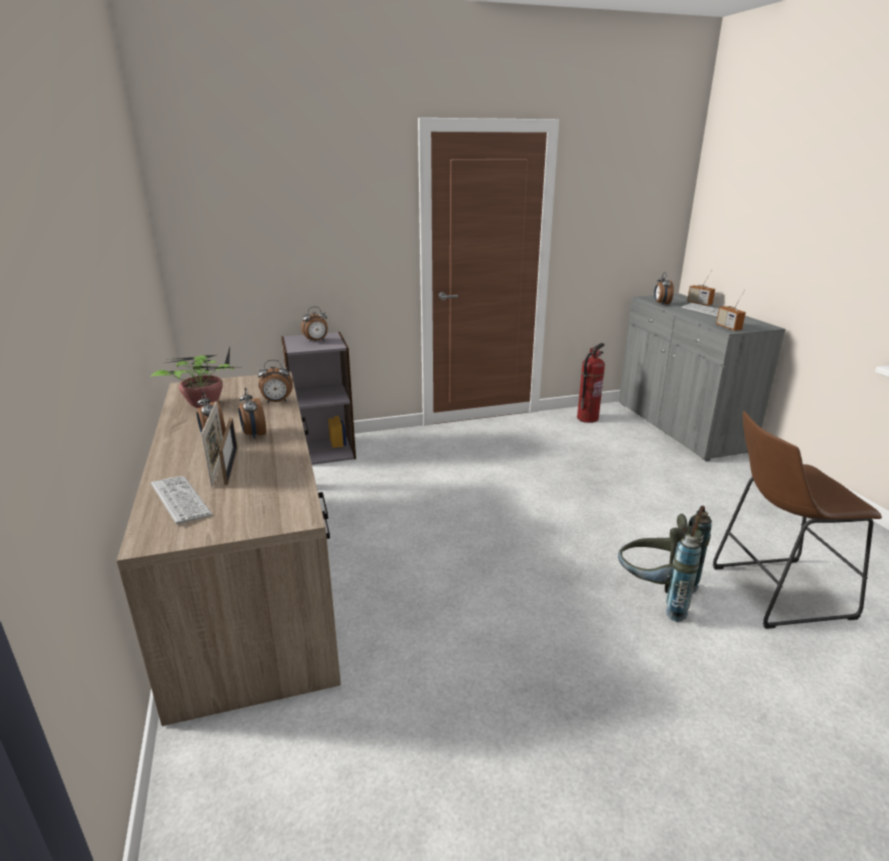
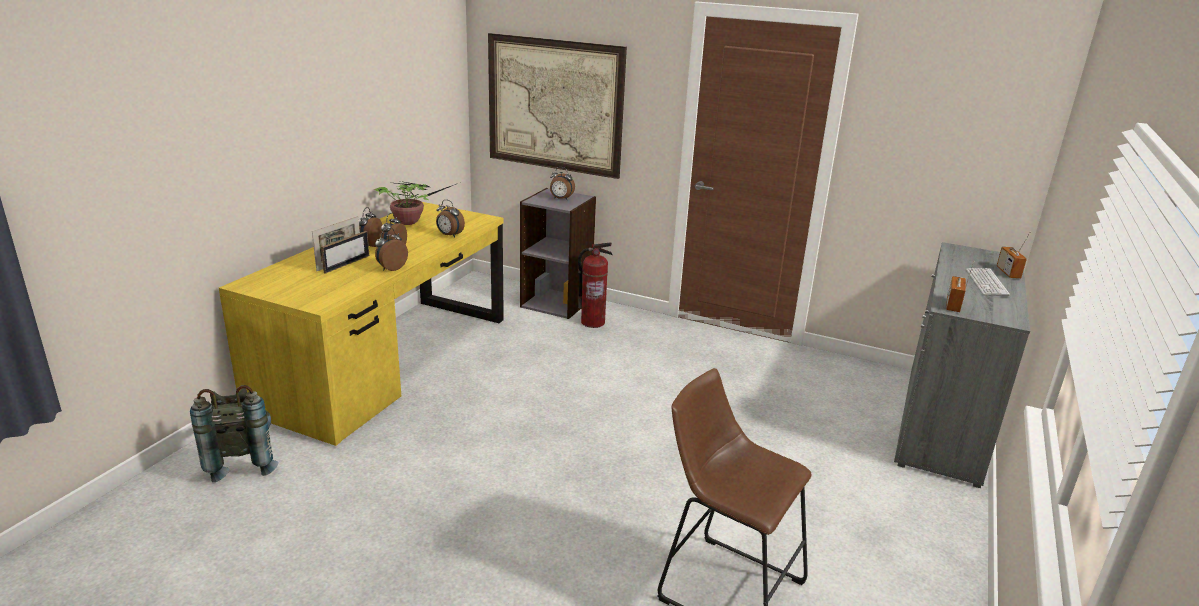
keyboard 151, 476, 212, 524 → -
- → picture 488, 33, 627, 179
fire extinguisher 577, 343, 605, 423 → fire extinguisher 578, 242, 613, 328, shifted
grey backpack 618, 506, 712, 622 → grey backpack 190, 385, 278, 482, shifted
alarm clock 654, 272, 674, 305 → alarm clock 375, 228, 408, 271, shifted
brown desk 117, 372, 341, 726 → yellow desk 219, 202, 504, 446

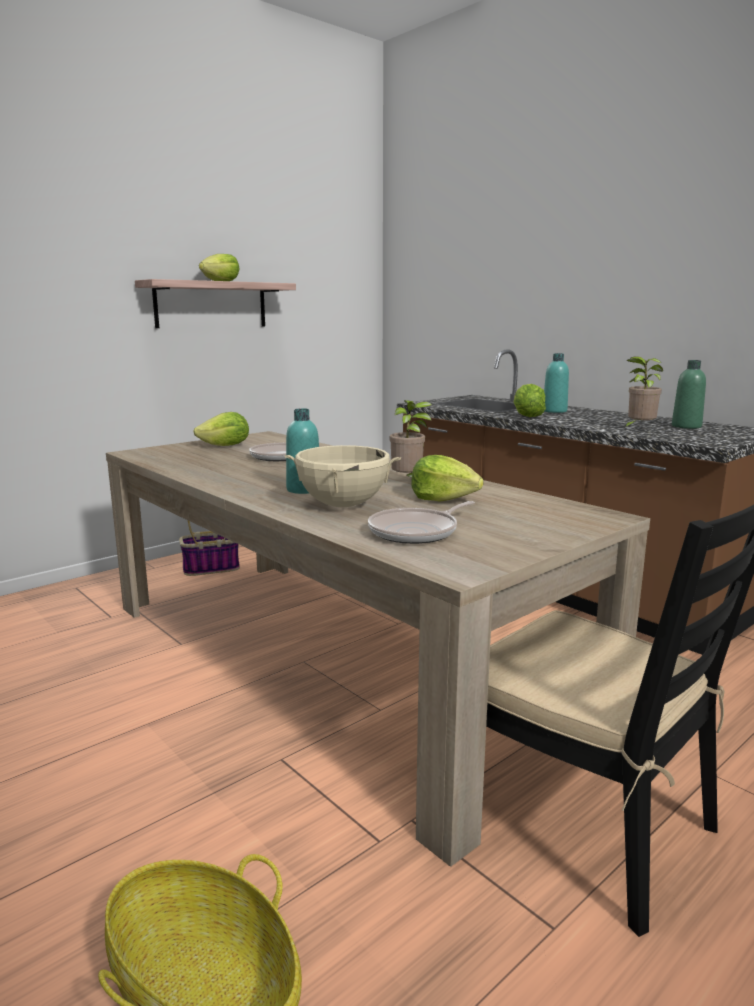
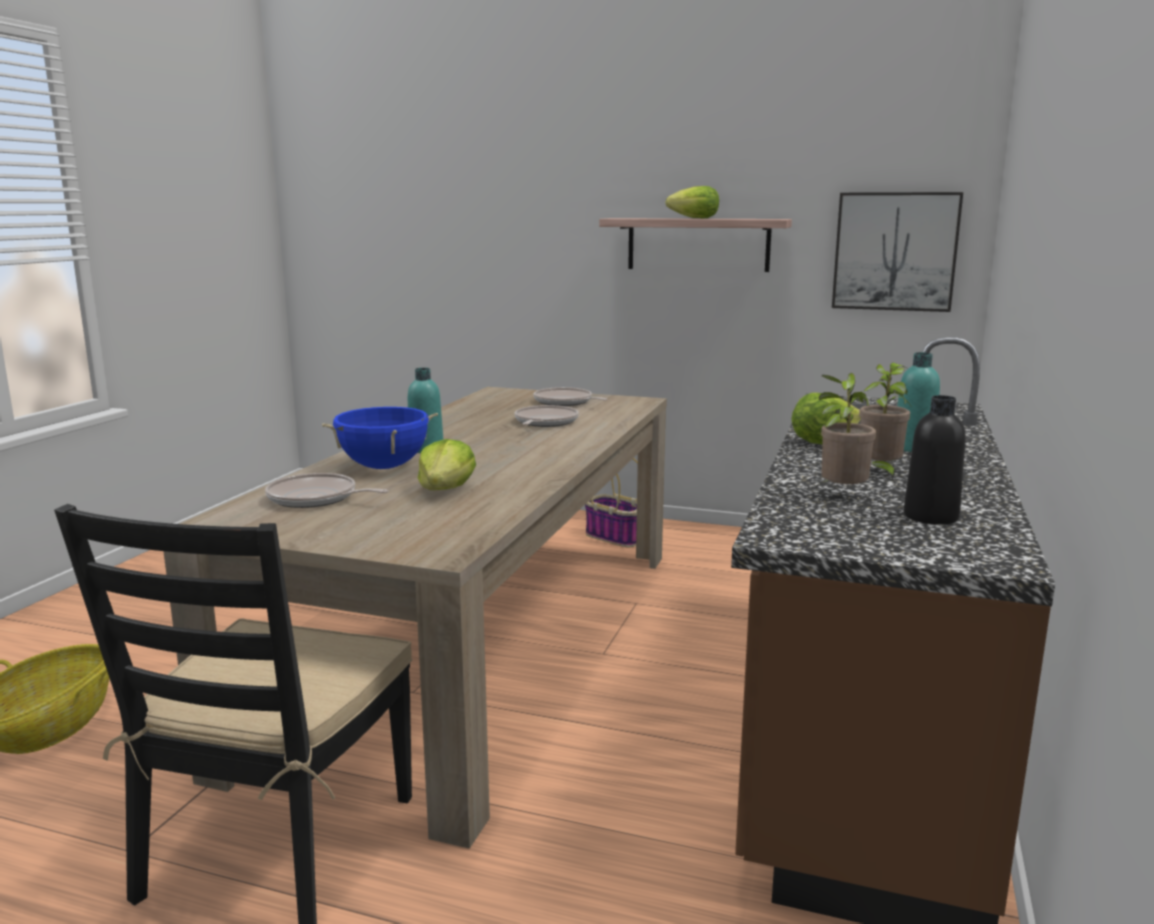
- → picture 832, 192, 963, 312
potted plant 390, 400, 432, 477 → potted plant 859, 363, 912, 480, shifted
lettuce 193, 412, 249, 446 → frying pan 534, 387, 608, 406
beige cooking pot 285, 445, 401, 507 → blue cooking pot 322, 407, 438, 469
green bottle 672, 360, 706, 429 → black bottle 904, 395, 966, 525

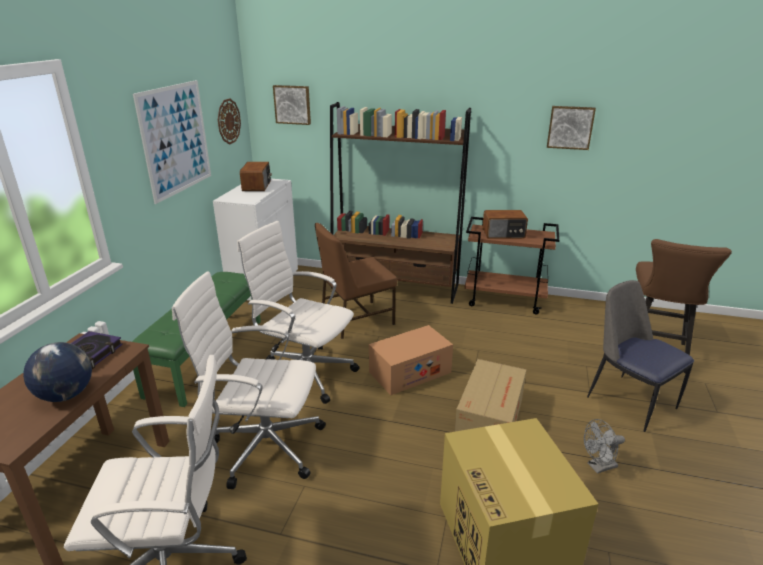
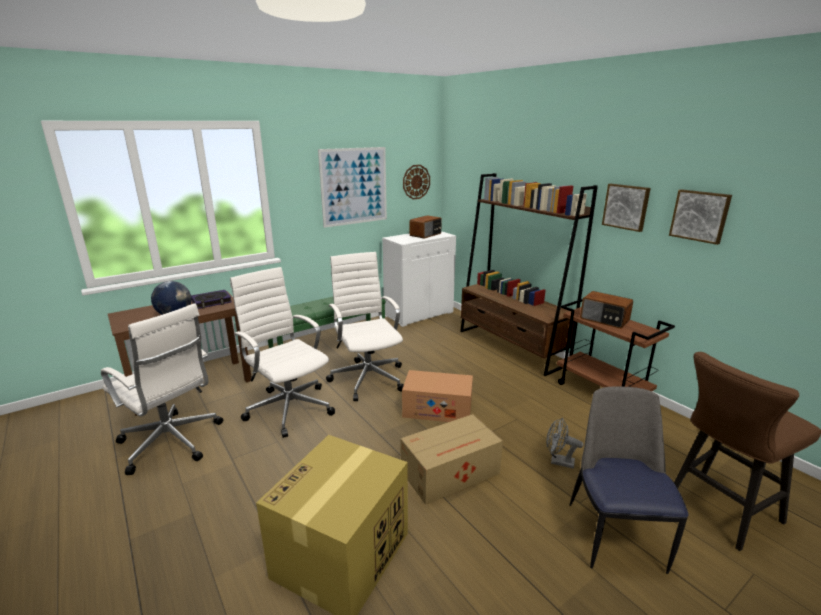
brown chair 315, 223, 397, 339 → -
picture 273, 85, 311, 125 → picture 602, 184, 651, 232, shifted
grey fan 584, 419, 625, 474 → grey fan 546, 418, 583, 469, shifted

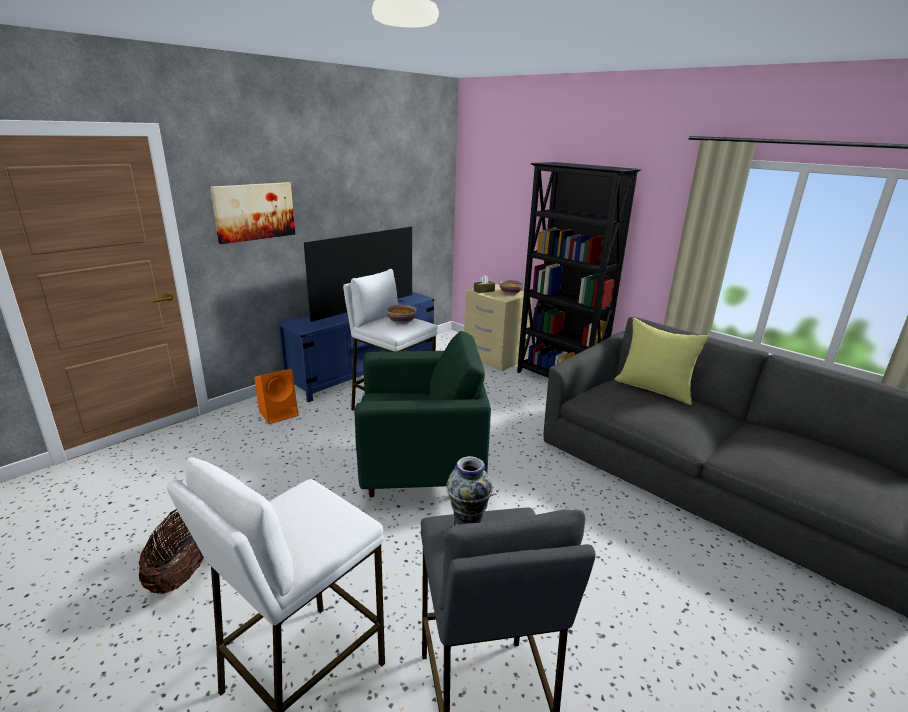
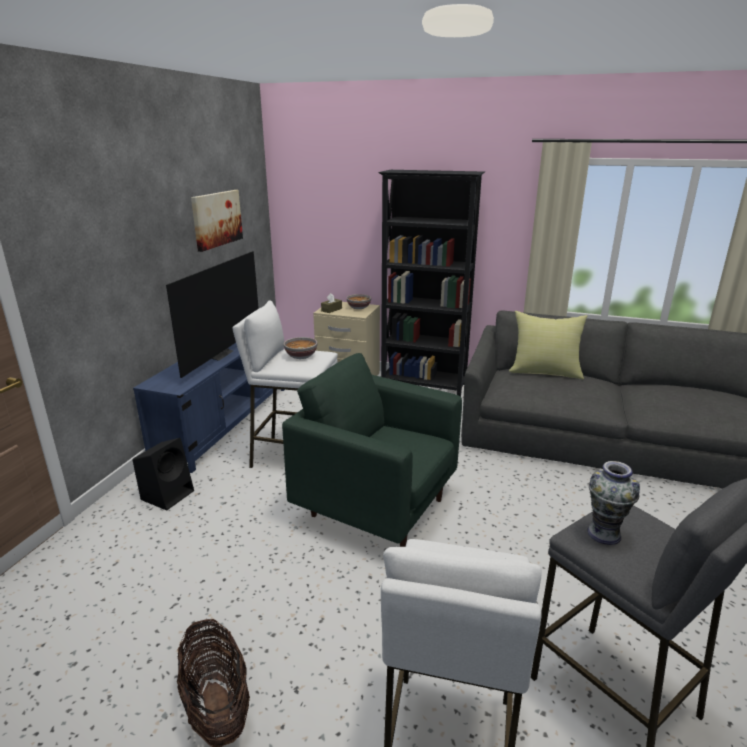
picture 210, 182, 295, 244 → picture 191, 190, 243, 252, shifted
orange speaker 255, 369, 299, 424 → black speaker 133, 438, 194, 511
green armchair 355, 331, 491, 498 → green armchair 282, 353, 462, 547, 120 degrees counterclockwise

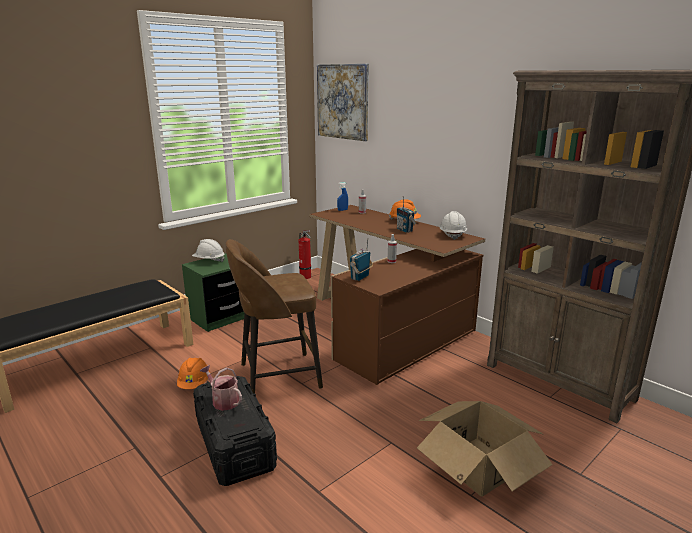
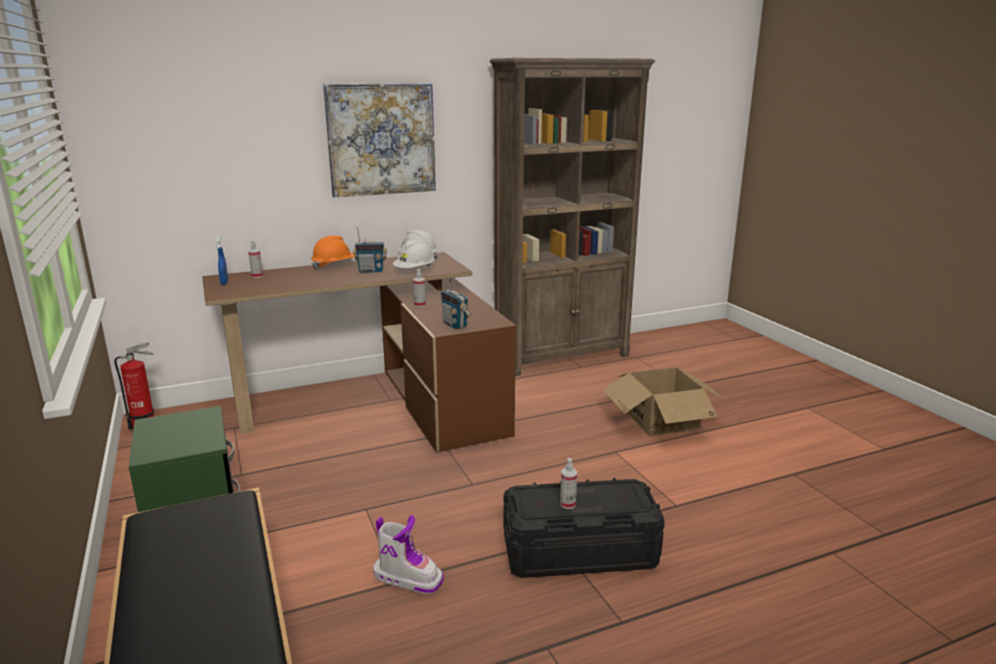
brown stool 226, 239, 323, 394 → -
white hard hat 192, 239, 225, 262 → white hard hat 393, 240, 435, 268, shifted
picture 317, 64, 369, 141 → picture 323, 83, 436, 197, shifted
orange hard hat 177, 358, 210, 389 → boot 373, 515, 444, 594
watering can 200, 365, 242, 411 → spray bottle 560, 458, 577, 509

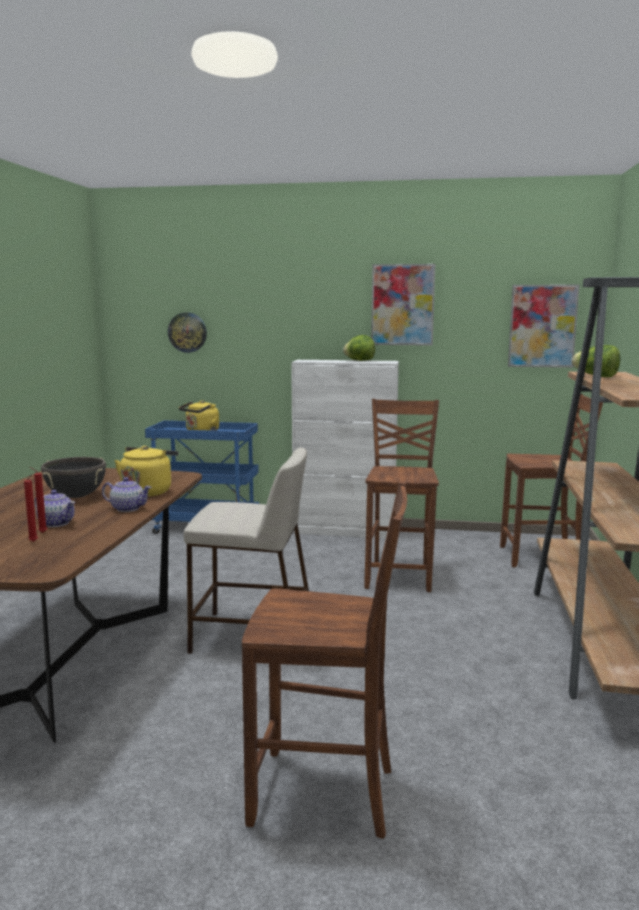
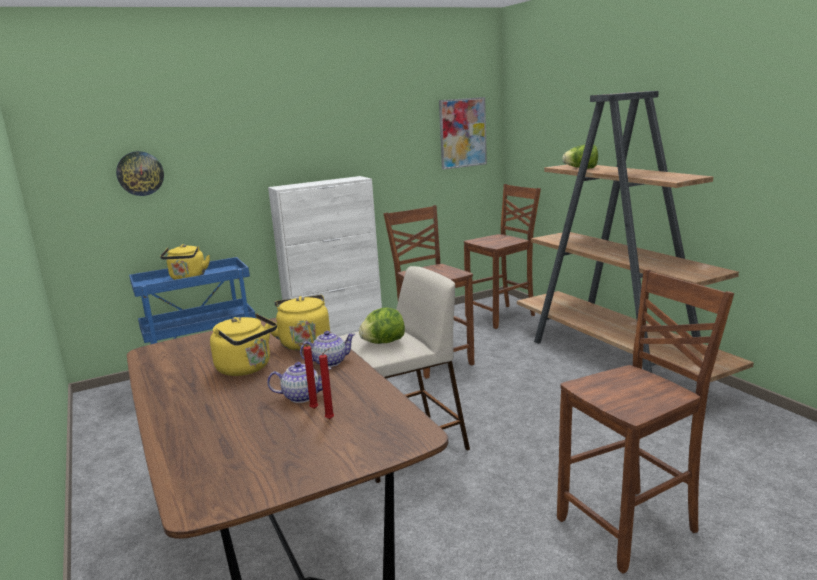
picture 371, 264, 435, 346 → -
lettuce 343, 335, 375, 361 → lettuce 359, 307, 405, 344, shifted
black cooking pot 41, 457, 106, 498 → yellow kettle 210, 313, 277, 376

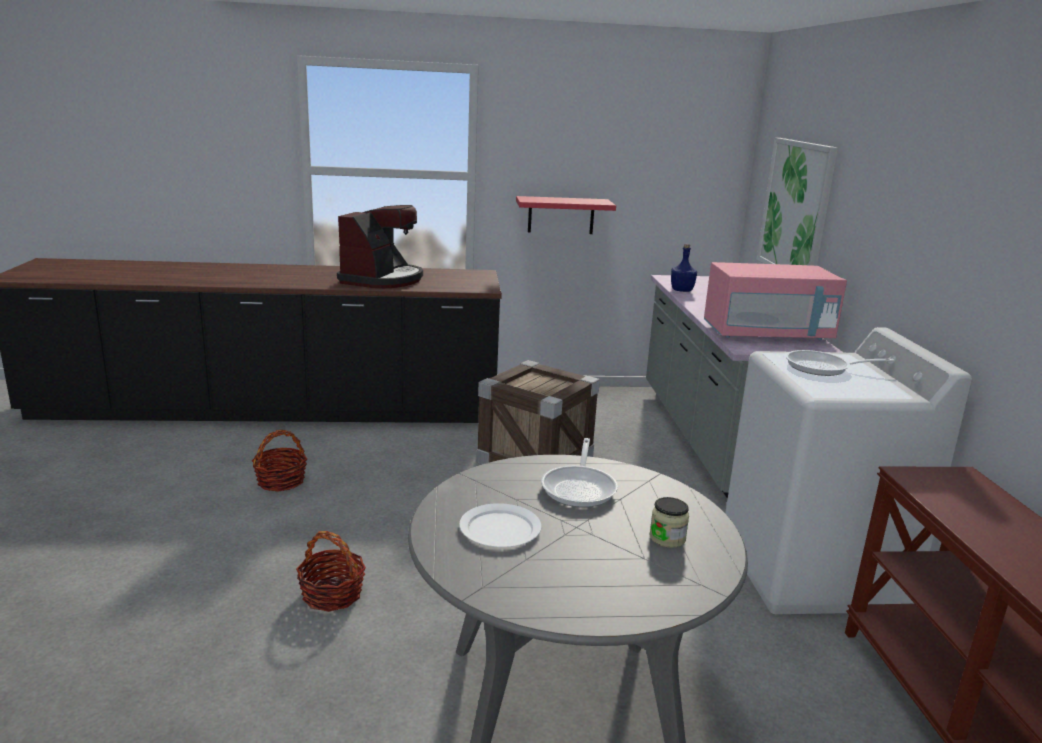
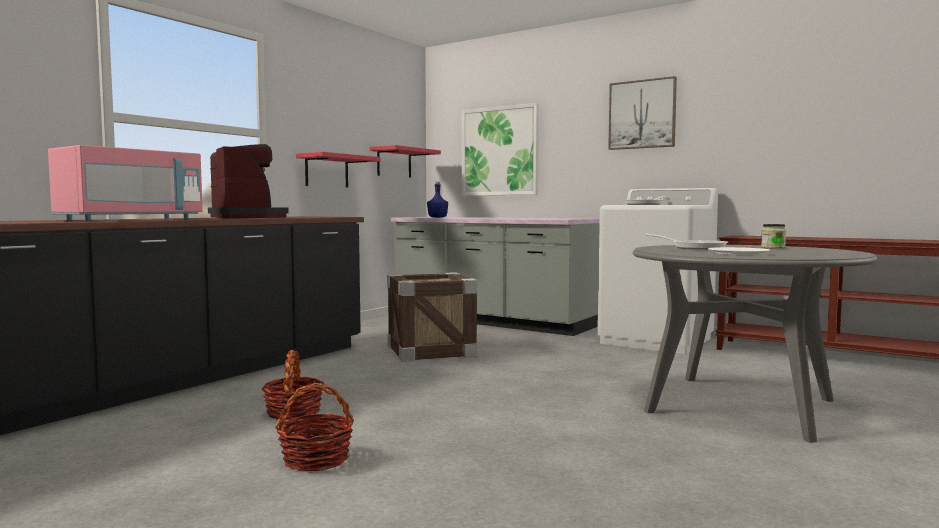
- → red shelf 370, 145, 441, 178
- → picture 608, 76, 677, 150
basket 296, 531, 366, 612 → basket 275, 383, 354, 471, shifted
pink microwave 704, 262, 847, 340 → pink microwave 48, 145, 203, 221, shifted

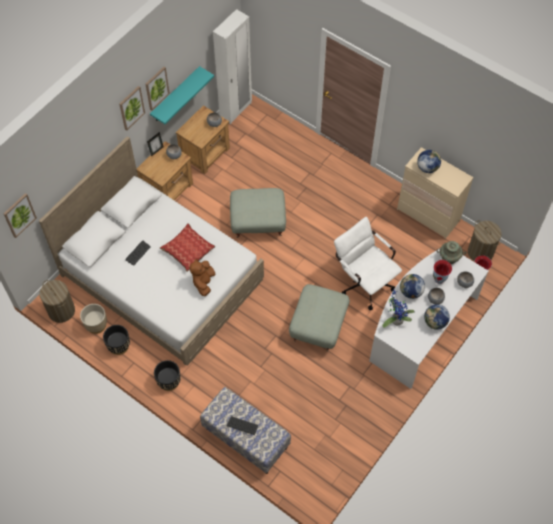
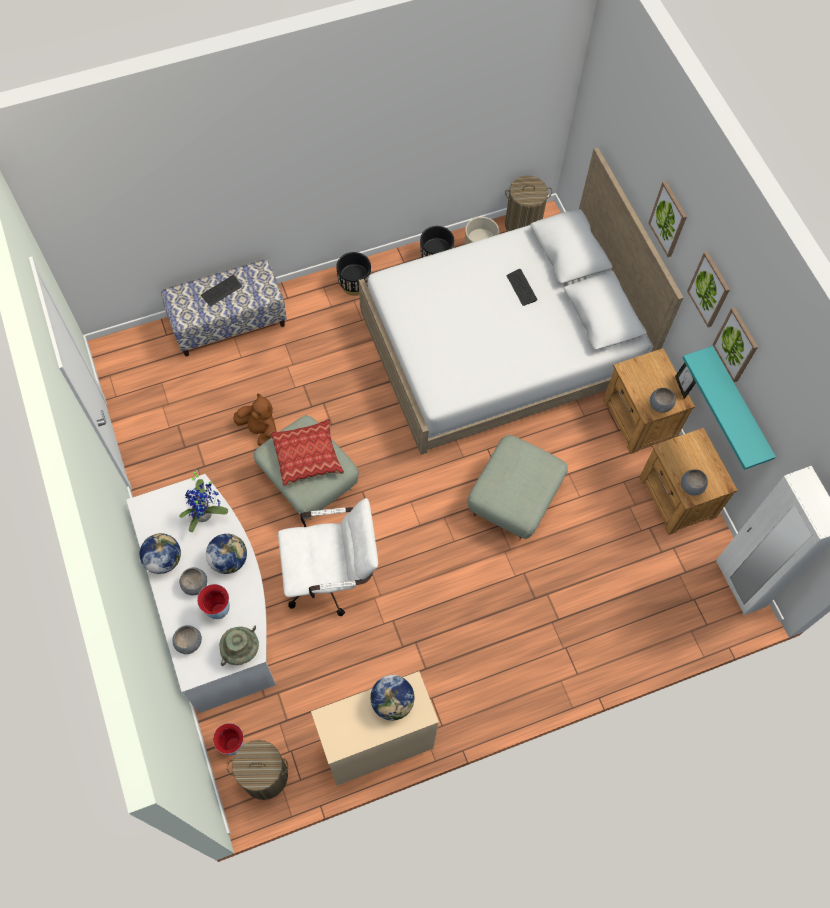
picture 3, 193, 37, 238 → picture 648, 181, 687, 257, shifted
pillow 160, 223, 215, 272 → pillow 270, 419, 344, 487, shifted
brown plush toy 190, 259, 215, 296 → brown plush toy 233, 393, 277, 446, shifted

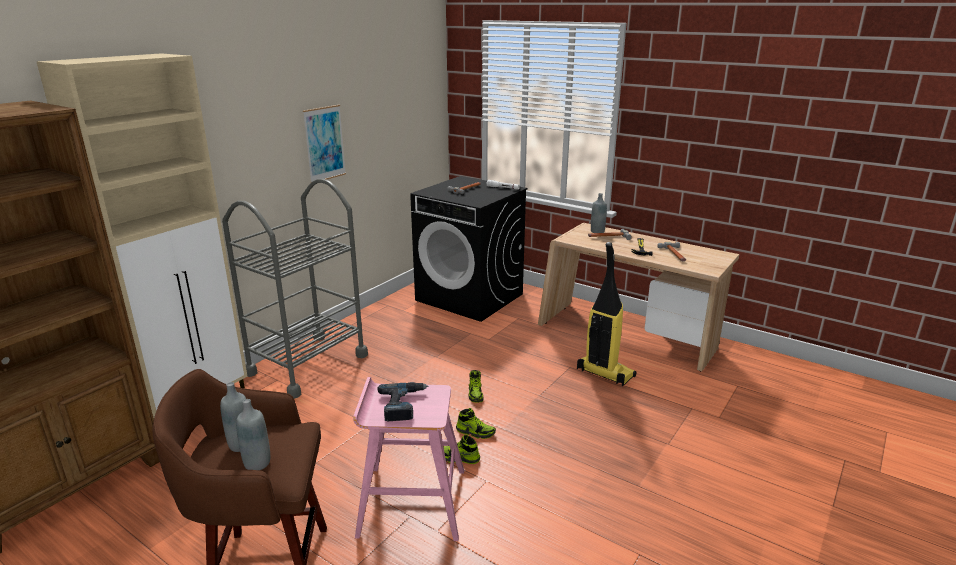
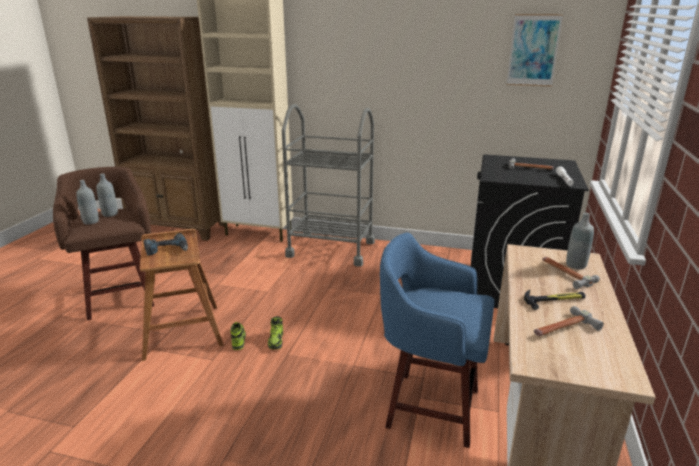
shoe 468, 370, 483, 402 → -
picture 303, 105, 346, 182 → picture 507, 14, 563, 87, shifted
vacuum cleaner 577, 242, 637, 386 → blue stool 380, 232, 495, 448
pink stool 353, 377, 464, 541 → brown stool 140, 229, 224, 361

